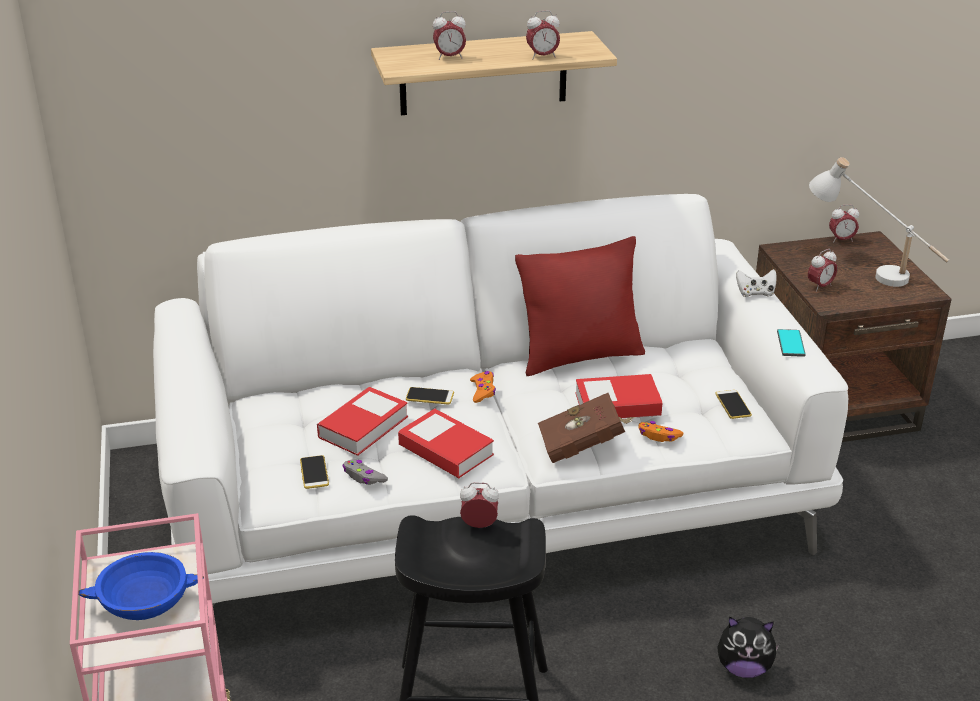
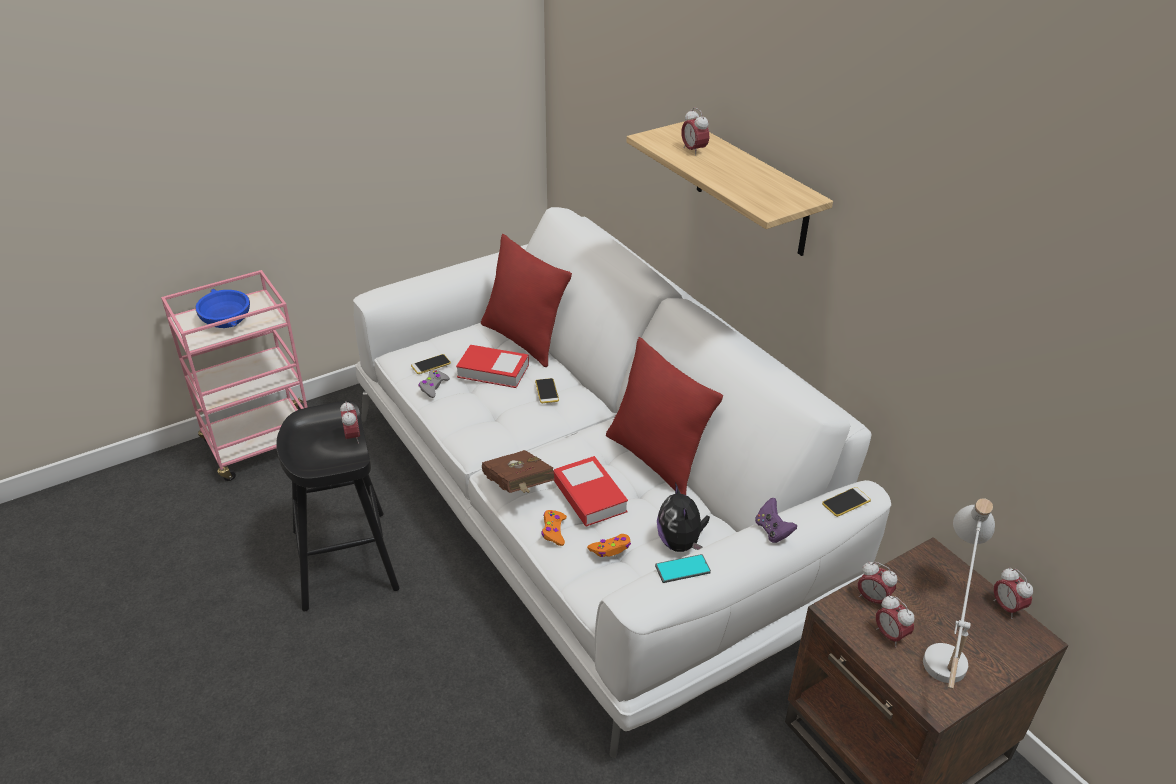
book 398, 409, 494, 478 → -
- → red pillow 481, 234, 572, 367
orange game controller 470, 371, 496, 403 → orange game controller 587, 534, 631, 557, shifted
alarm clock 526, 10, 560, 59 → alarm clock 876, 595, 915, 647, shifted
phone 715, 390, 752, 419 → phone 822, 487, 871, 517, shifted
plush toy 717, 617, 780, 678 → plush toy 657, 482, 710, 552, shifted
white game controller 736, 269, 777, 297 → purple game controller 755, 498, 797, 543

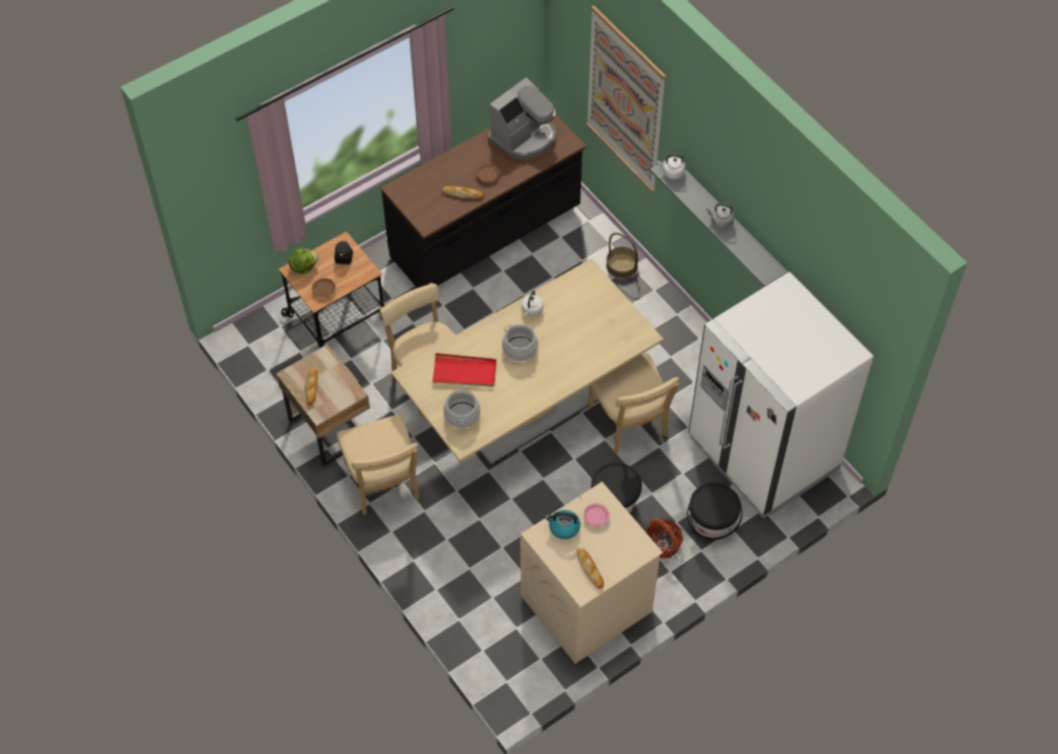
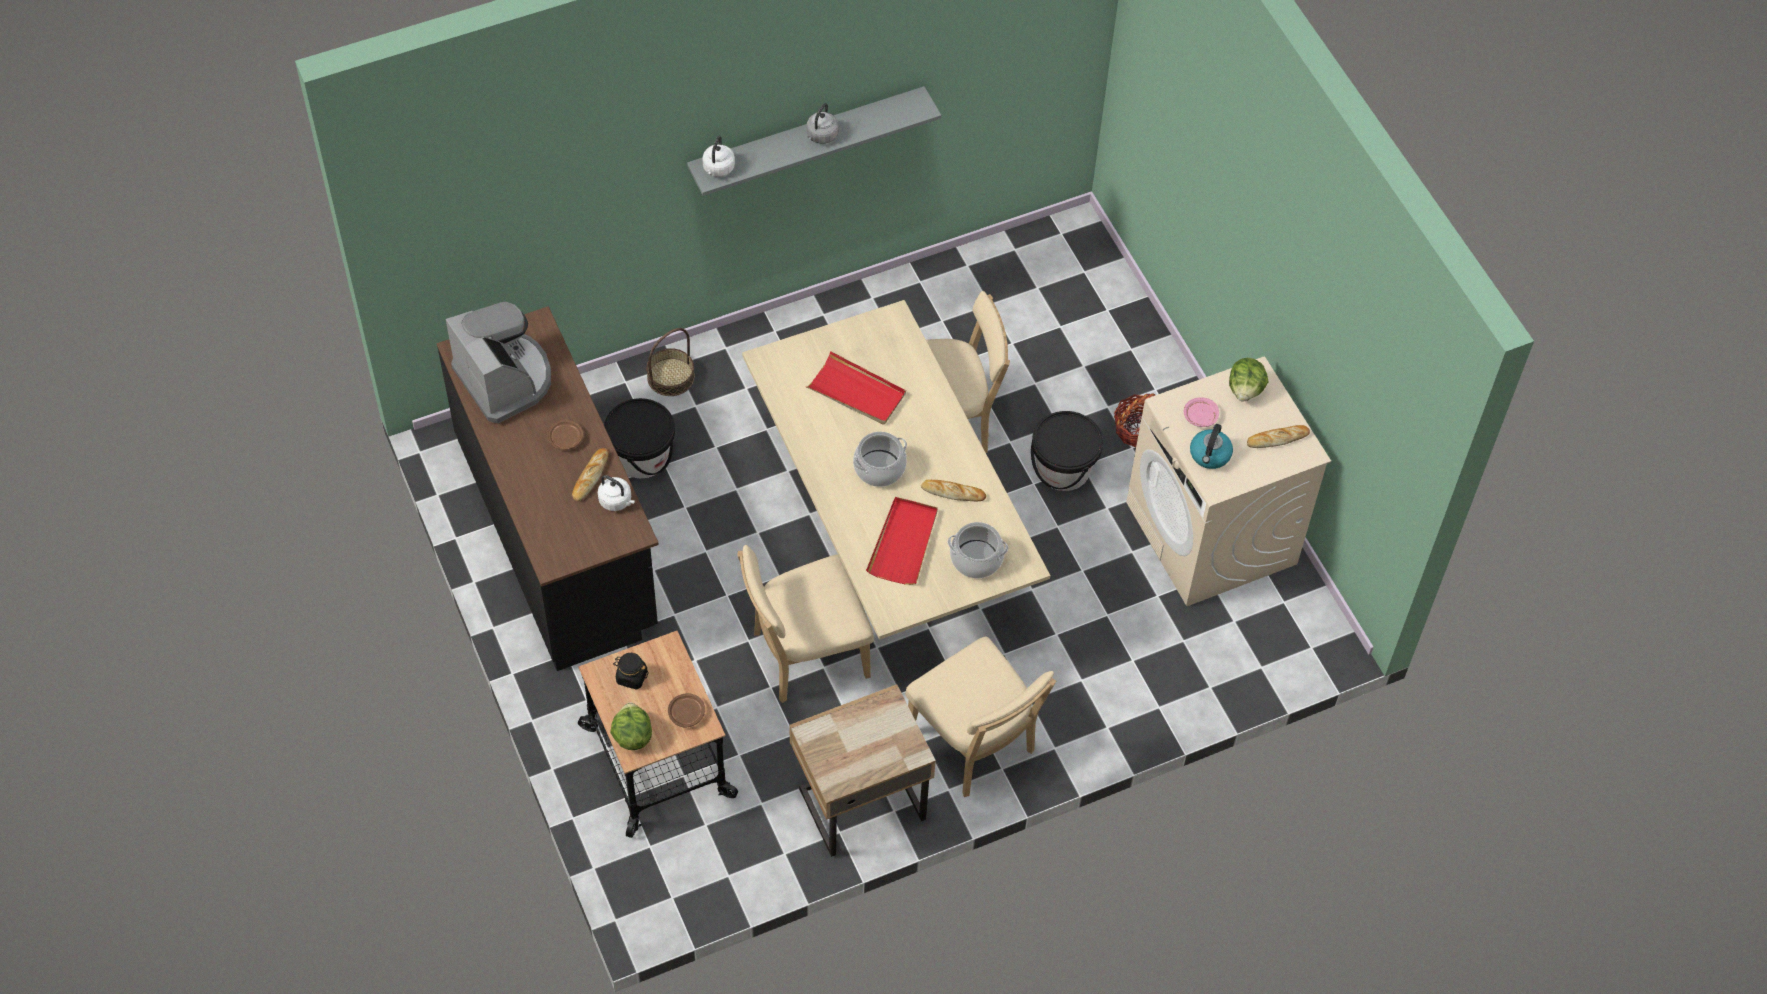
picture 586, 6, 666, 193 → -
white fridge 688, 272, 874, 518 → -
- → red tray 806, 351, 906, 425
- → lettuce 1229, 358, 1268, 401
bread 305, 367, 318, 405 → bread 921, 480, 986, 501, shifted
white kettle 522, 290, 543, 317 → white kettle 598, 475, 635, 511, shifted
black bucket 687, 483, 742, 540 → black bucket 604, 398, 675, 478, shifted
beige chair 337, 414, 420, 515 → beige chair 905, 636, 1056, 797, 60 degrees clockwise

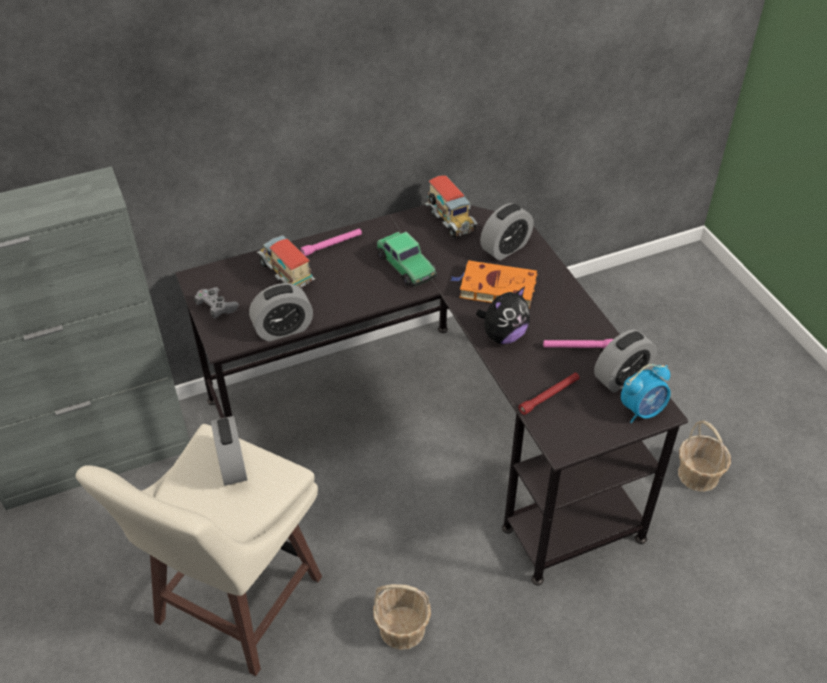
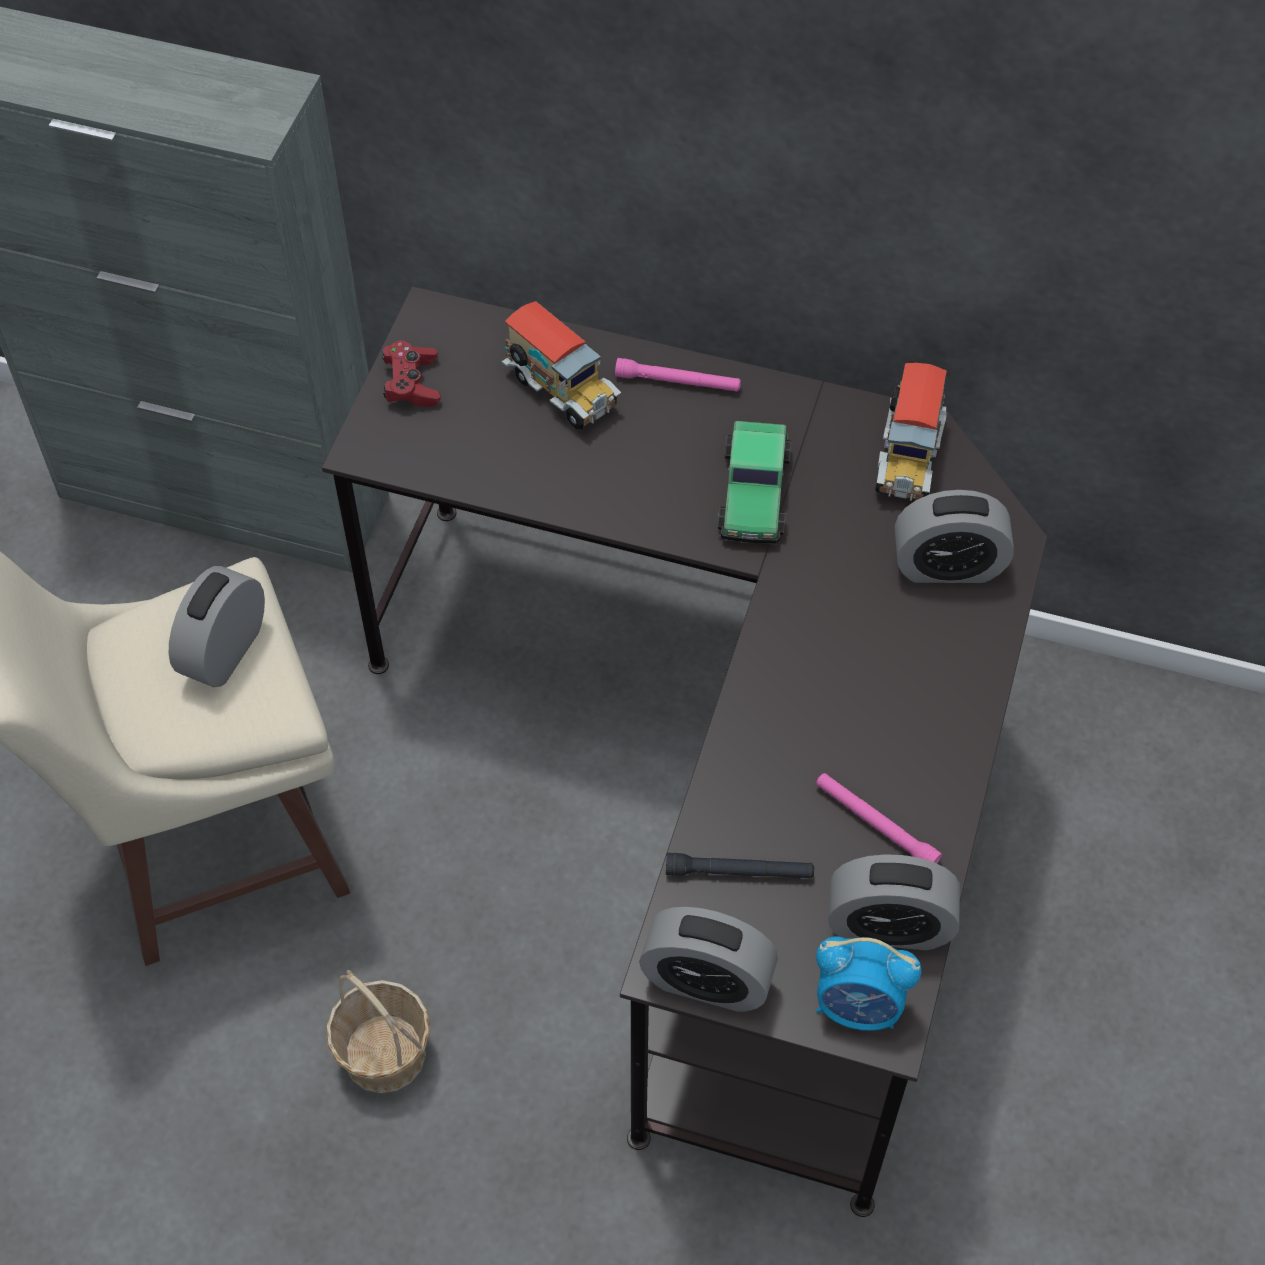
orange book 450, 260, 537, 309 → -
plush toy 476, 287, 530, 344 → -
basket 678, 420, 731, 492 → -
alarm clock 249, 283, 313, 342 → alarm clock 639, 907, 778, 1012, shifted
grey game controller 194, 287, 239, 319 → red game controller 381, 340, 441, 407
red flashlight 519, 373, 579, 415 → black flashlight 666, 853, 814, 879
toy truck 257, 235, 315, 288 → toy truck 502, 301, 621, 429, 135 degrees clockwise

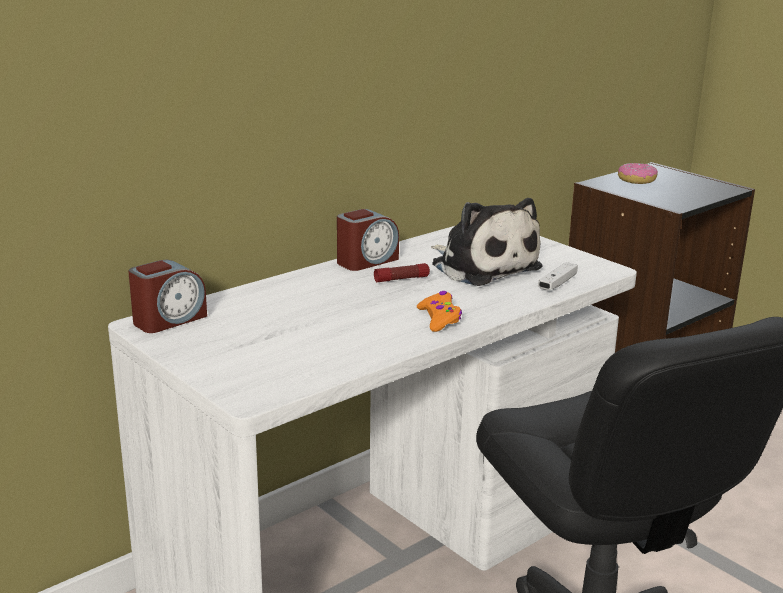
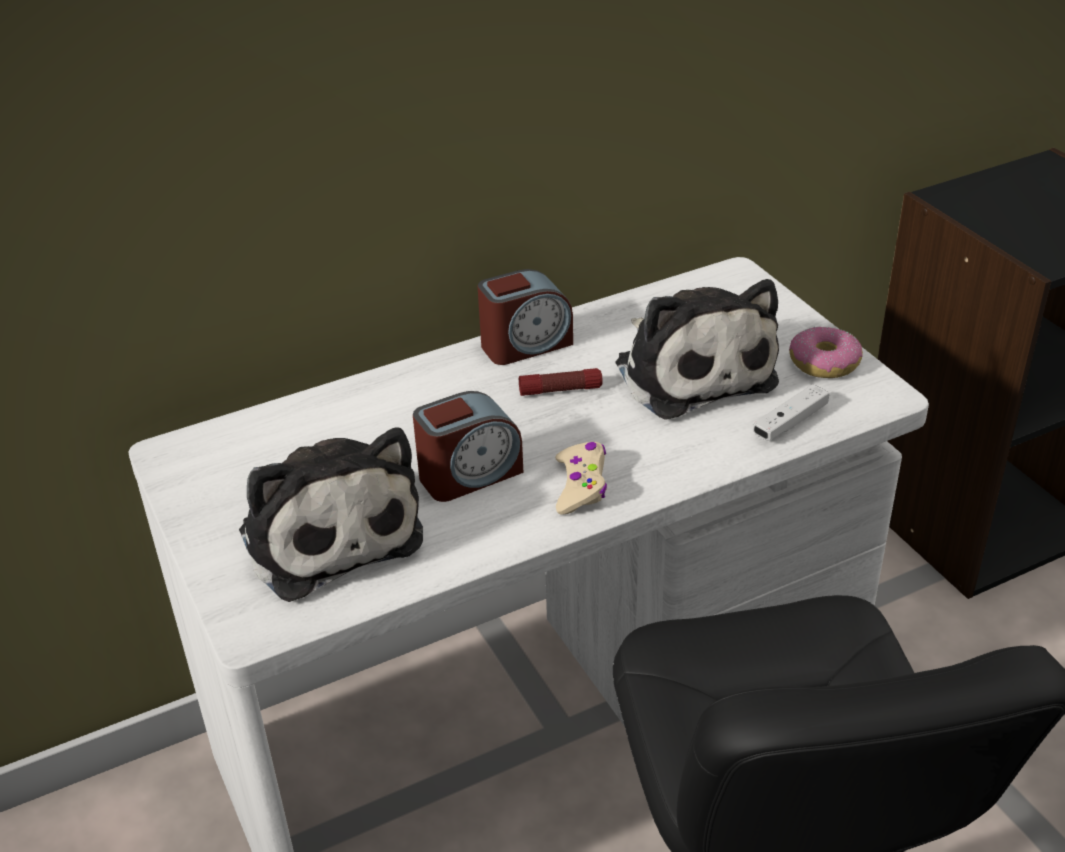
- → plush toy 239, 427, 423, 602
alarm clock 128, 259, 207, 333 → alarm clock 413, 391, 523, 502, shifted
donut 618, 163, 658, 184 → donut 789, 327, 863, 378, shifted
orange game controller 417, 291, 462, 332 → beige game controller 555, 442, 607, 514

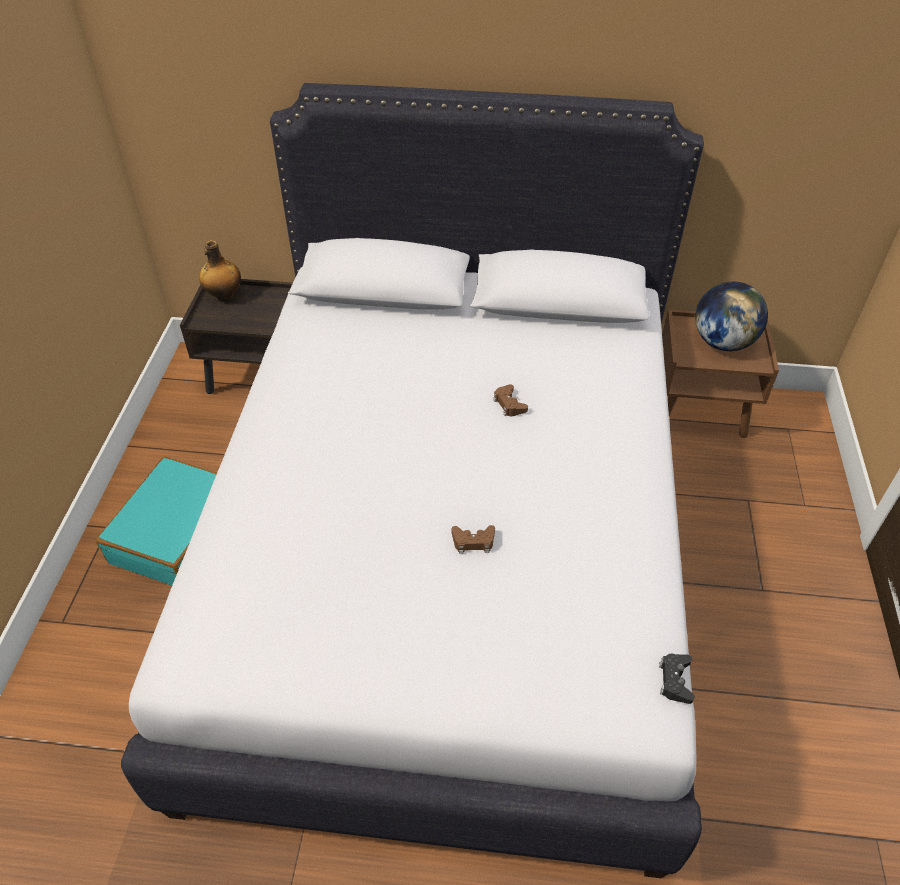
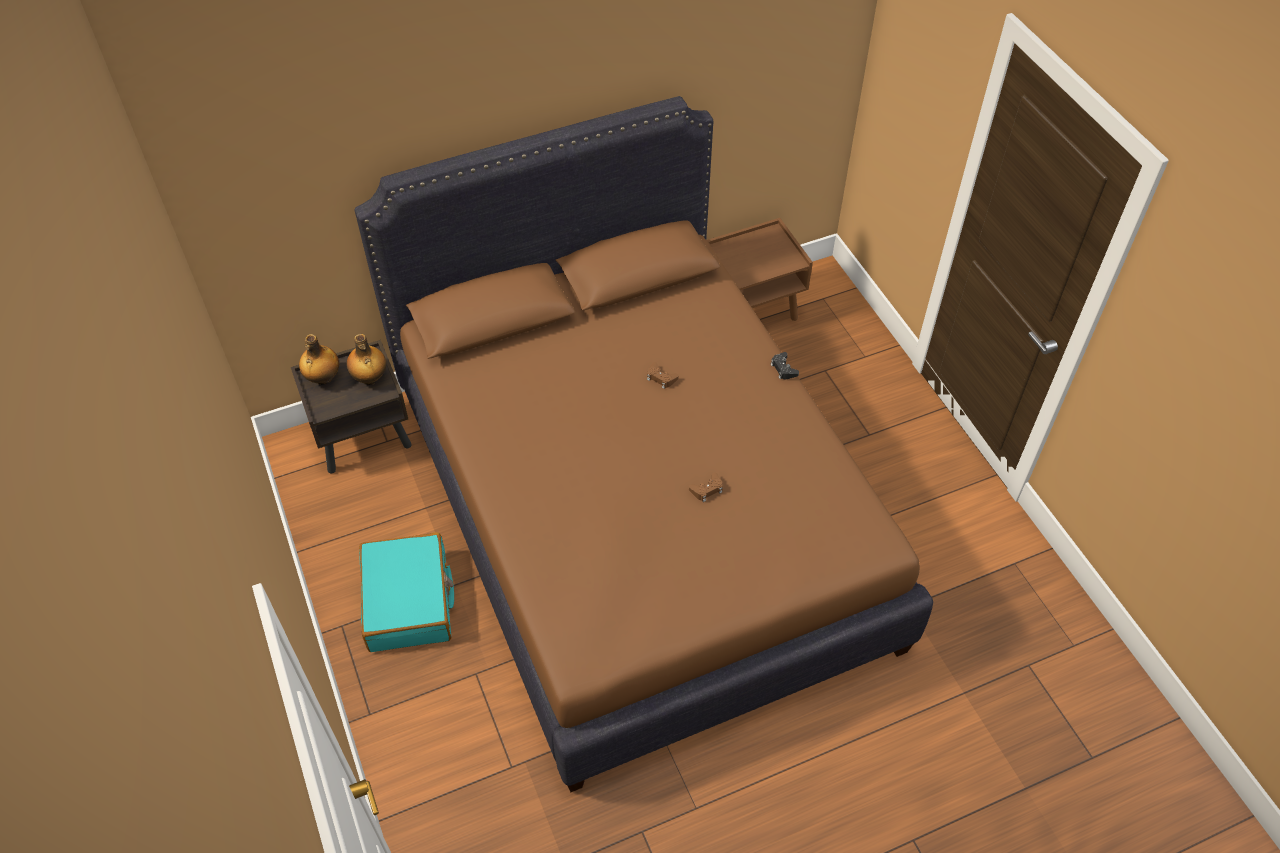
globe 695, 282, 768, 351 → -
- → bottle 347, 334, 386, 385
black game controller 659, 654, 695, 704 → black game controller 771, 352, 799, 380, shifted
white bed 121, 83, 704, 878 → brown bed 354, 96, 933, 792

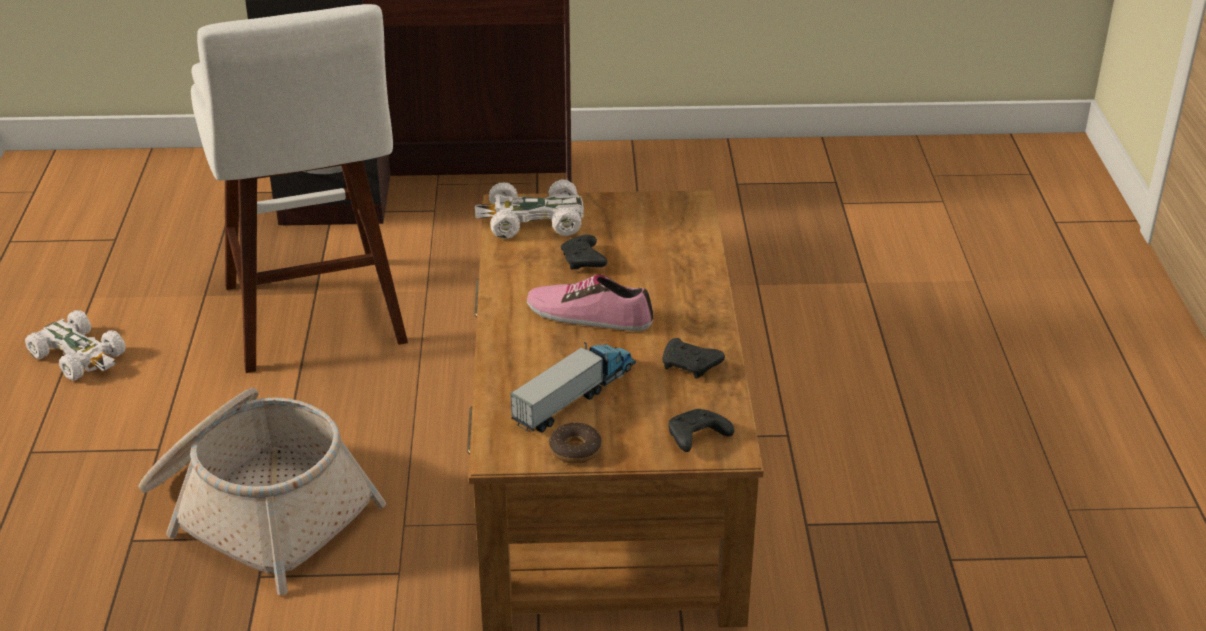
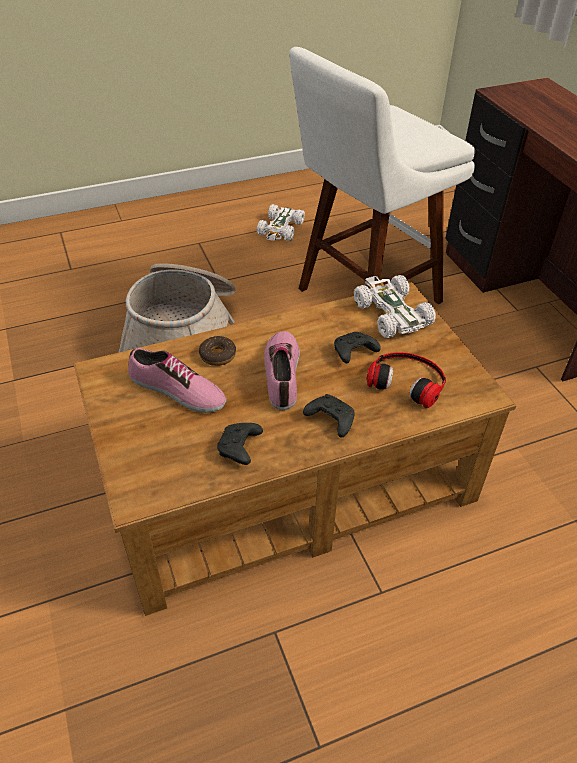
- → headphones 366, 352, 446, 408
donut 549, 423, 602, 463 → donut 199, 336, 236, 366, shifted
black game controller 669, 409, 734, 452 → black game controller 303, 394, 355, 438, shifted
toy truck 510, 342, 636, 432 → shoe 128, 348, 226, 413

